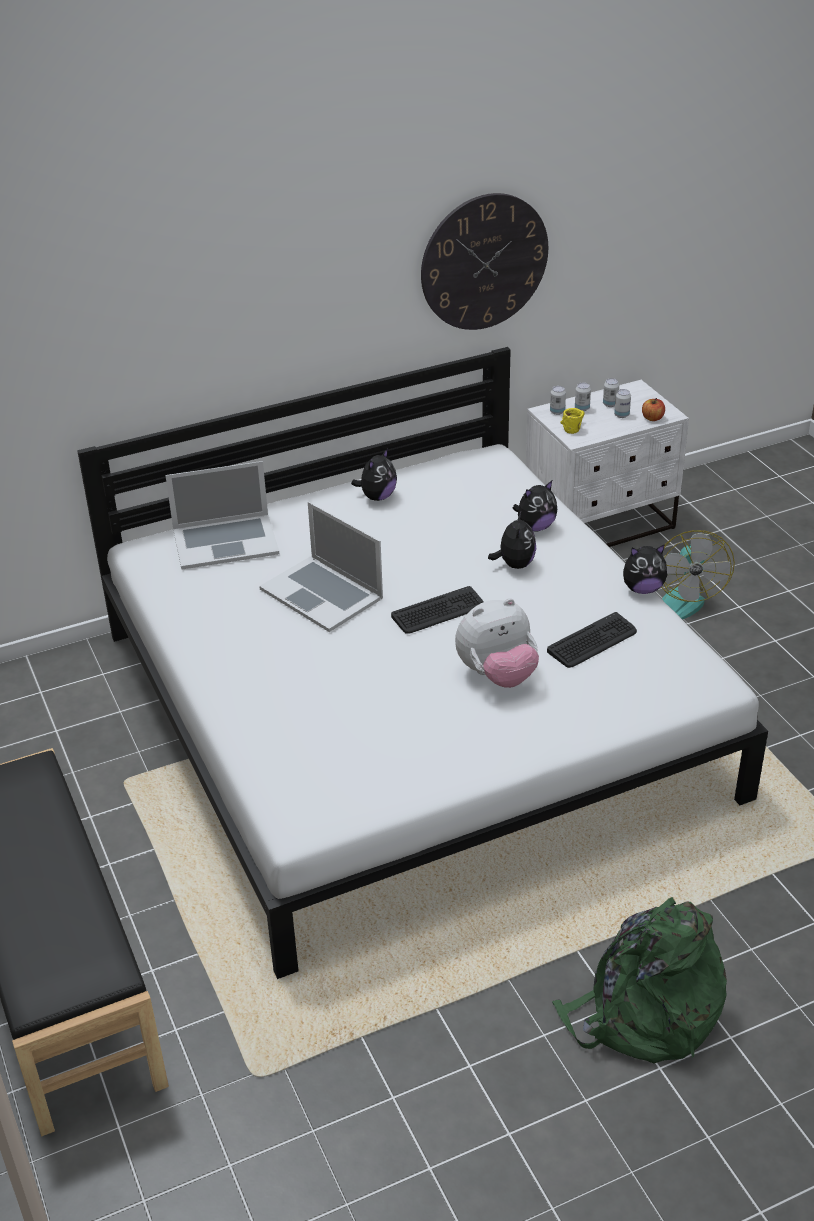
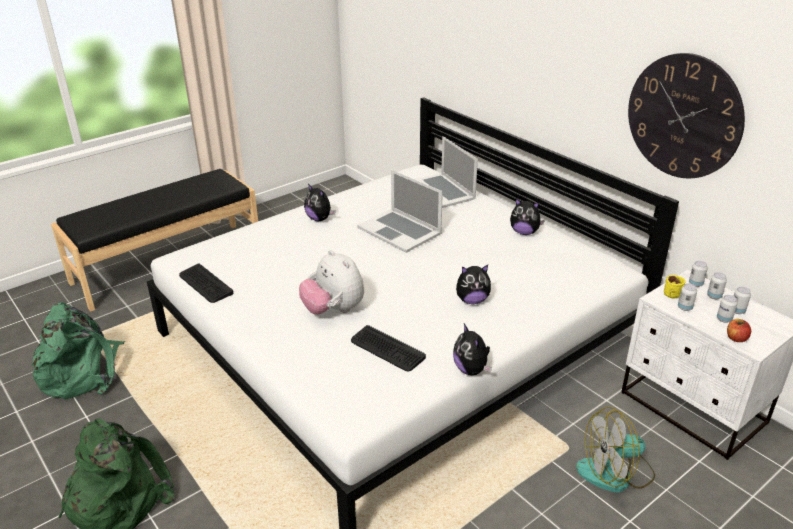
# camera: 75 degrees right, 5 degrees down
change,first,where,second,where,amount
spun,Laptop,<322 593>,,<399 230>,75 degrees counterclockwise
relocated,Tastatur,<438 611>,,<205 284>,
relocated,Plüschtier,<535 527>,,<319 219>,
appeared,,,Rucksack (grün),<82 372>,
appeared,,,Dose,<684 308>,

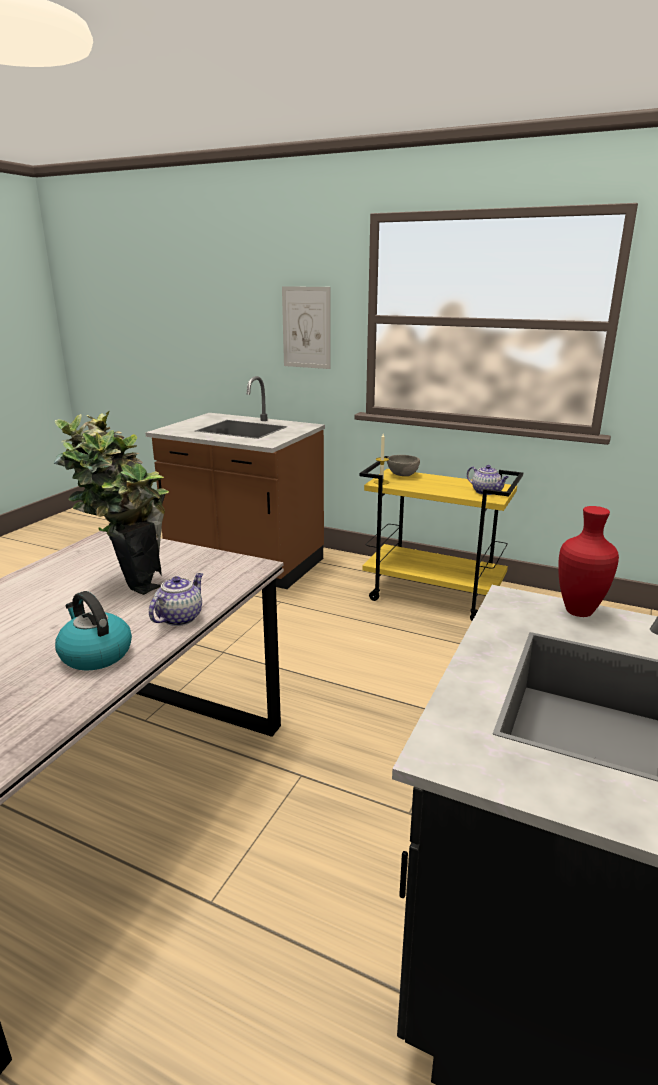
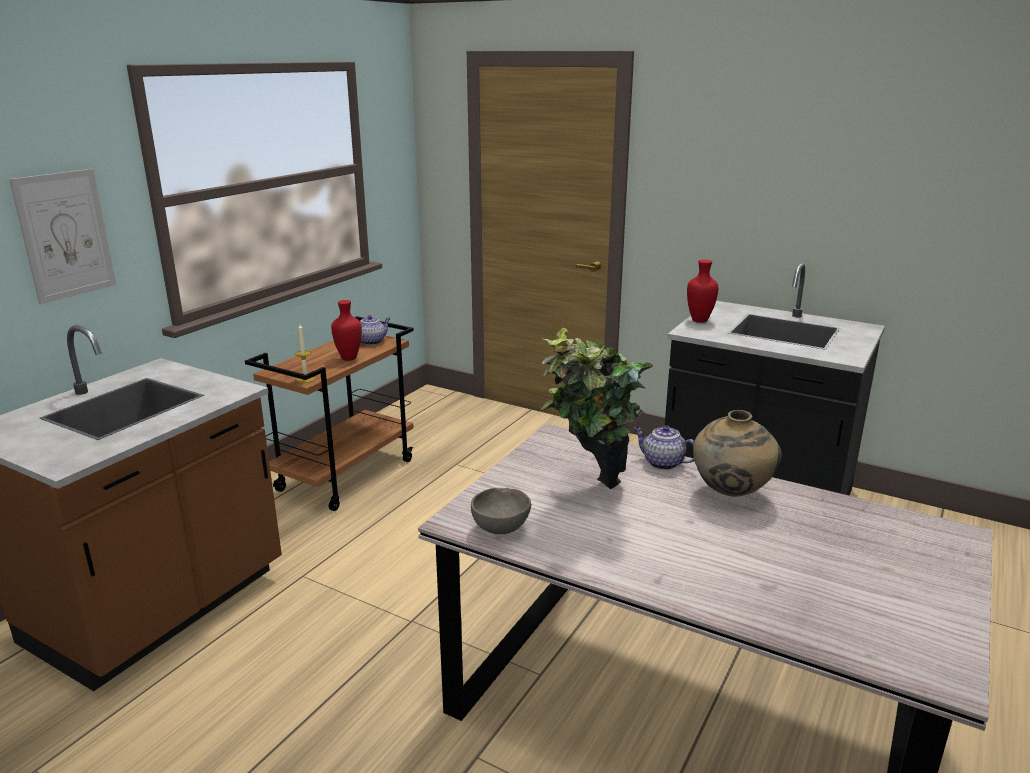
# camera: 85 degrees left, 0 degrees up
change,first,where,second,where,amount
exchanged,Wasserkessel,<95 654>,Vase (beige),<731 494>,
colour,Rollwagen (gelb),<434 596>,Rollwagen (braun),<346 474>,
relocated,Schüssel (grau),<402 475>,,<502 528>,
appeared,,,Vase (rot),<348 358>,

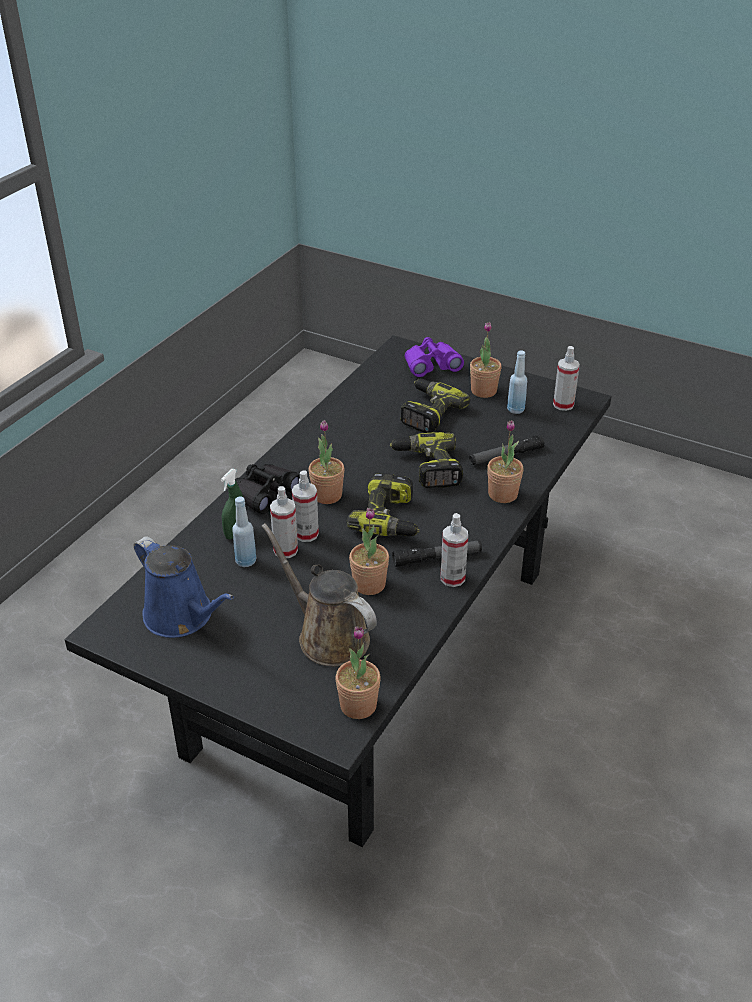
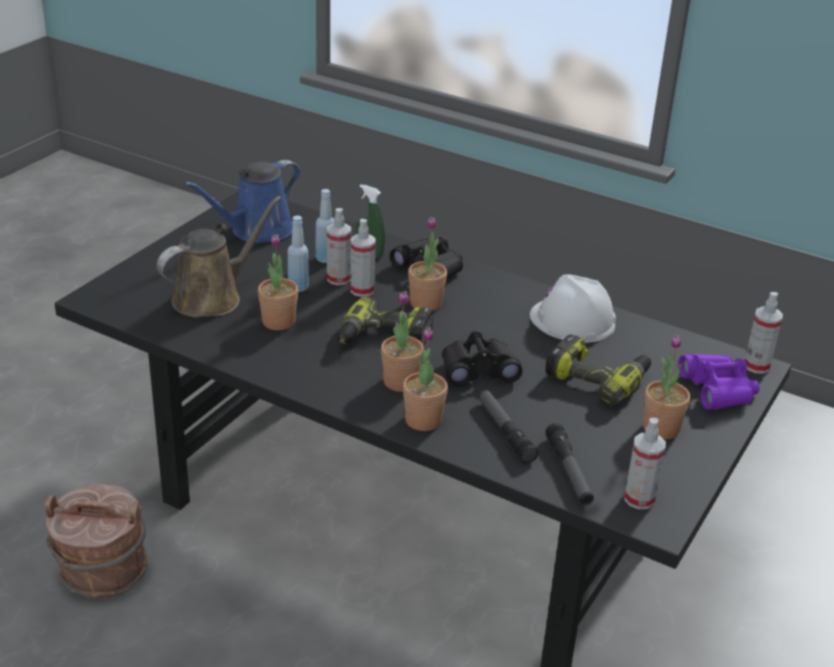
# camera: 90 degrees right, 5 degrees down
change,first,where,second,where,amount
relocated,Topfpflanze,<358 705>,,<401 382>,
exchanged,Bohrmaschine,<427 467>,Fernglas (schwarz),<478 369>,
relocated,Taschenlampe,<437 558>,,<569 471>,
relocated,Sprühflasche,<452 578>,,<756 366>,
relocated,Flasche (blau),<515 410>,,<298 287>,
appeared,,,Eimer (braun),<102 573>,
appeared,,,Schutzhelm (weiß),<572 320>,

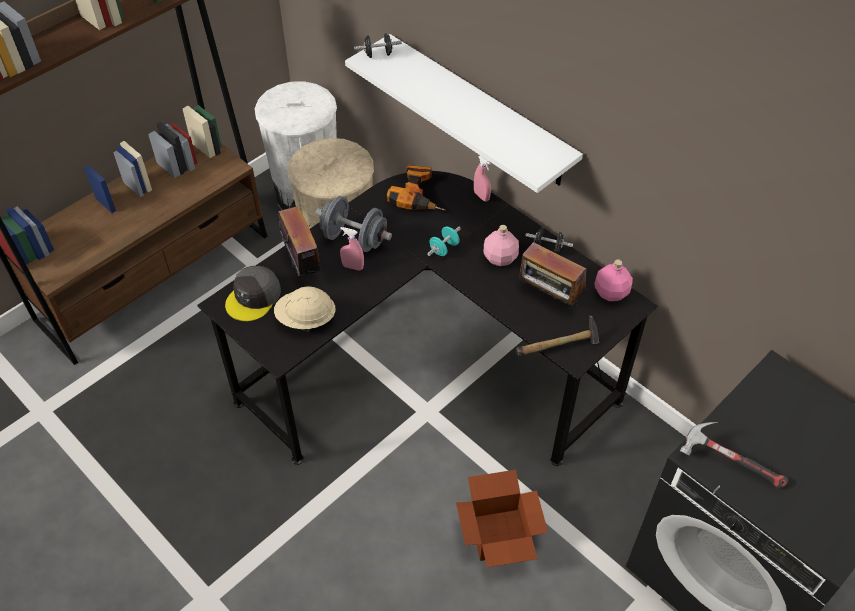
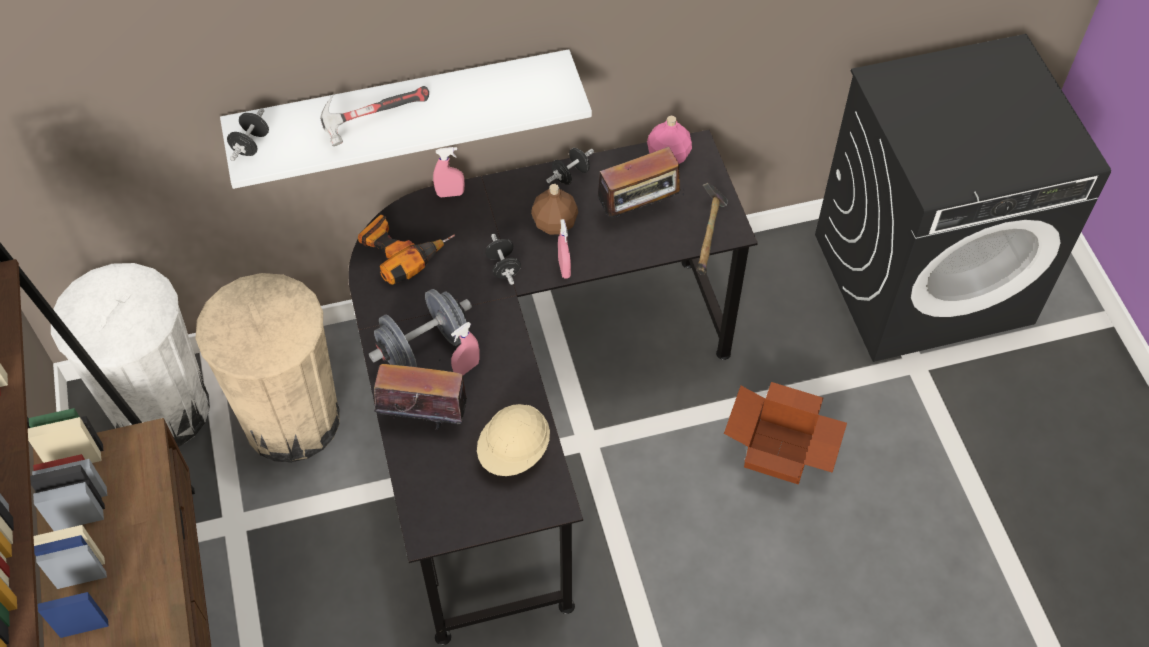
# camera: 60 degrees left, 5 degrees up
change,first,where,second,where,amount
missing,Kappe (grau),<254 297>,,,
colour,Hantel (türkis),<444 248>,Hantel (schwarz),<503 267>,
colour,Flasche (rosa),<500 257>,Flasche (braun),<554 223>,
relocated,Hammer,<729 462>,,<373 119>,
appeared,,,Sprühflasche (rosa),<564 268>,

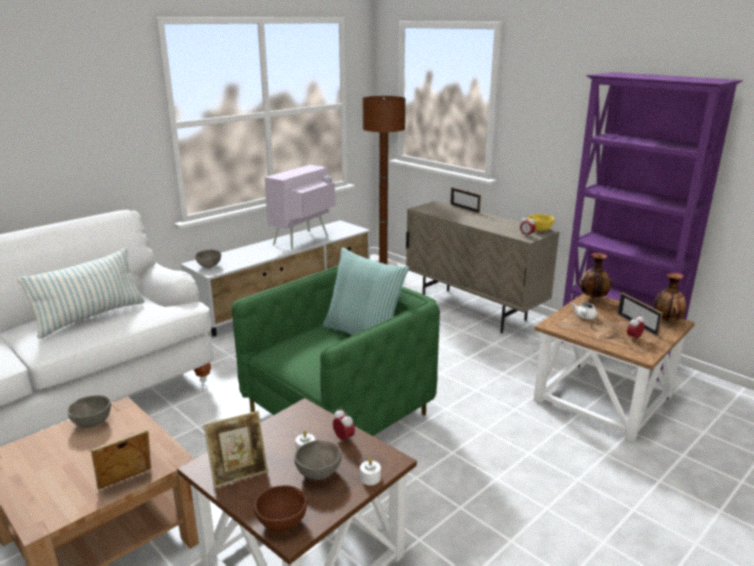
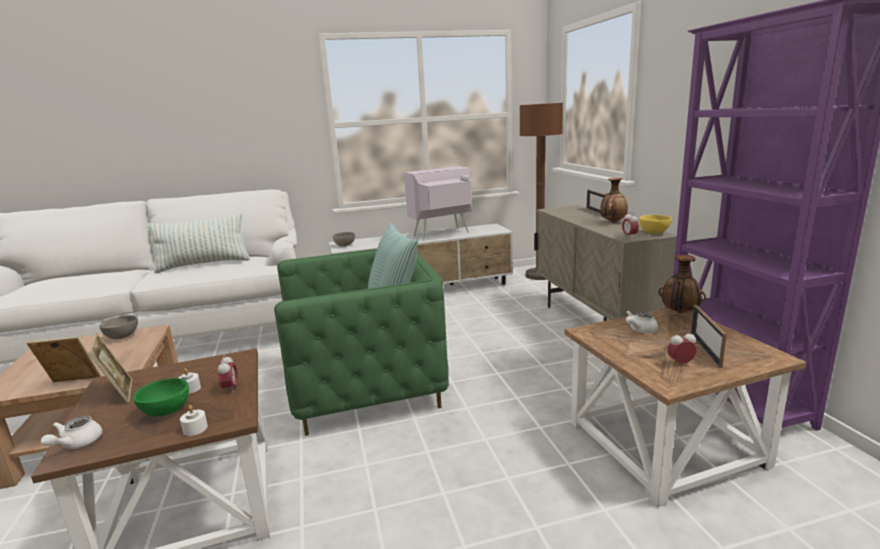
# camera: 30 degrees right, 5 degrees down
change,first,where,second,where,amount
spun,Bilderrahmen,<239 473>,,<119 393>,120 degrees counterclockwise
exchanged,Schüssel (braun),<282 523>,Teekanne (weiß),<76 444>,
colour,Schüssel (grau),<319 473>,Schüssel (grün),<167 412>,
relocated,Vase,<666 320>,,<612 222>,

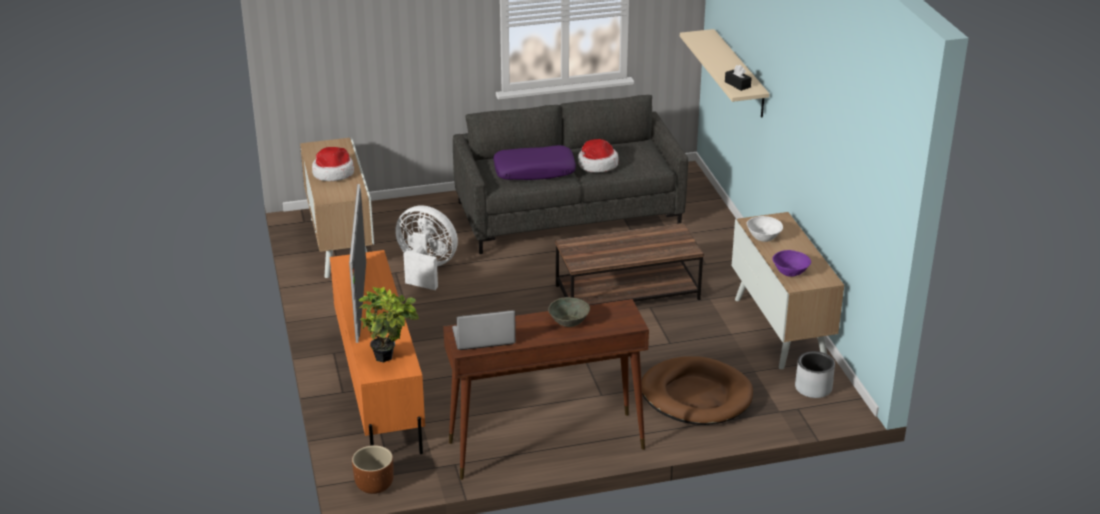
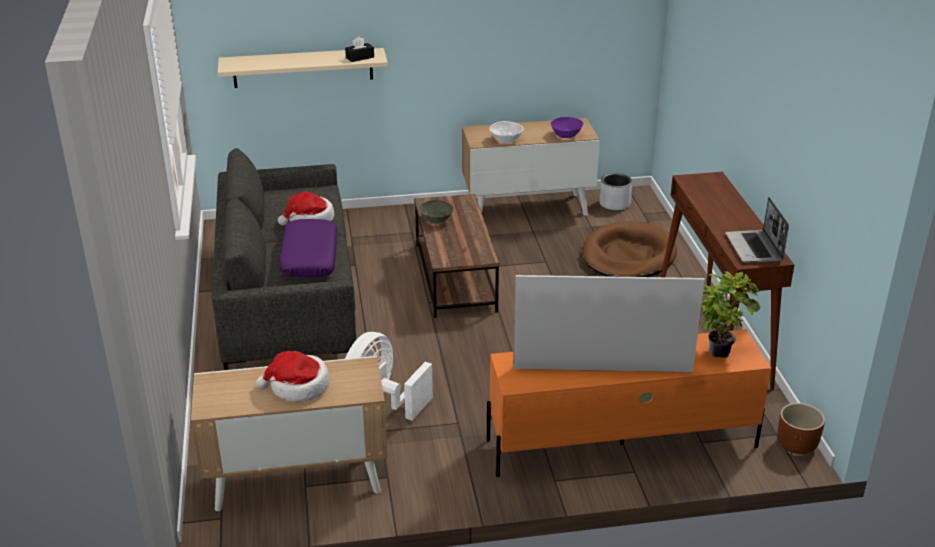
# camera: 85 degrees left, 0 degrees up
change,first,where,second,where,amount
relocated,Schüssel (grau),<569 322>,,<436 219>,

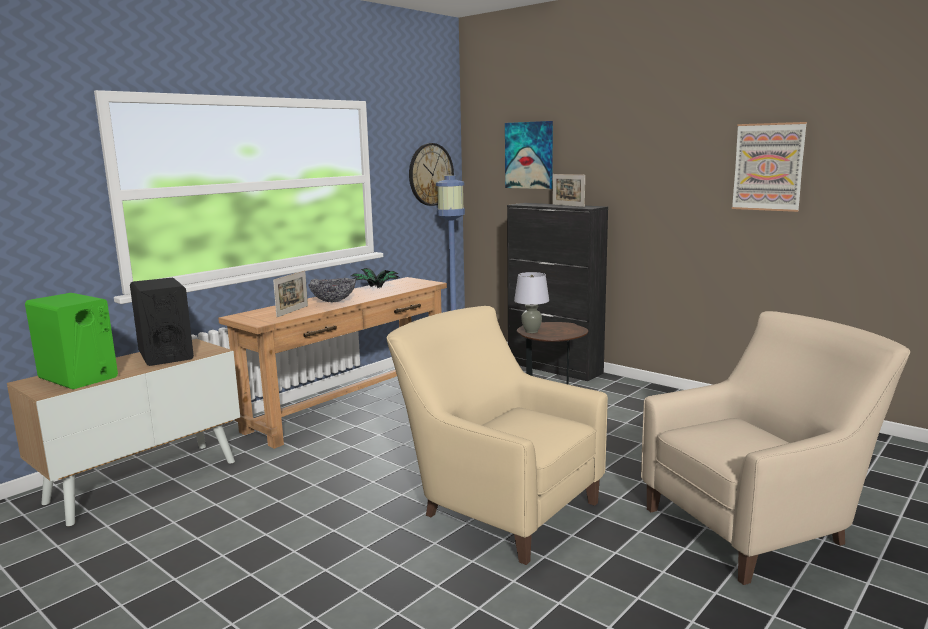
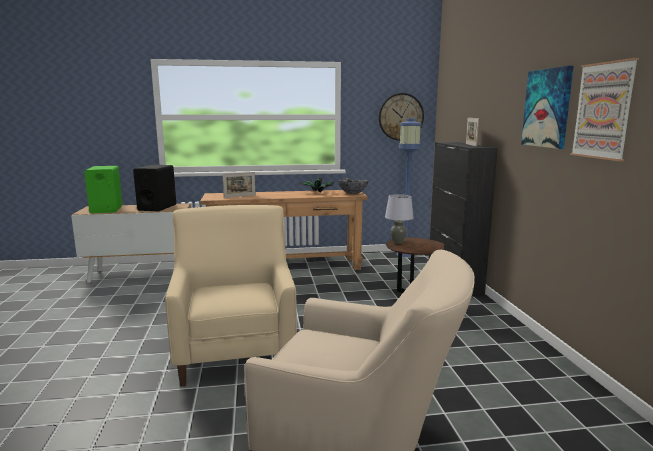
# camera: 40 degrees right, 0 degrees up
change,first,where,second,where,amount
relocated,Schüssel,<333 301>,,<353 193>,
relocated,Bild,<529 155>,,<547 108>,

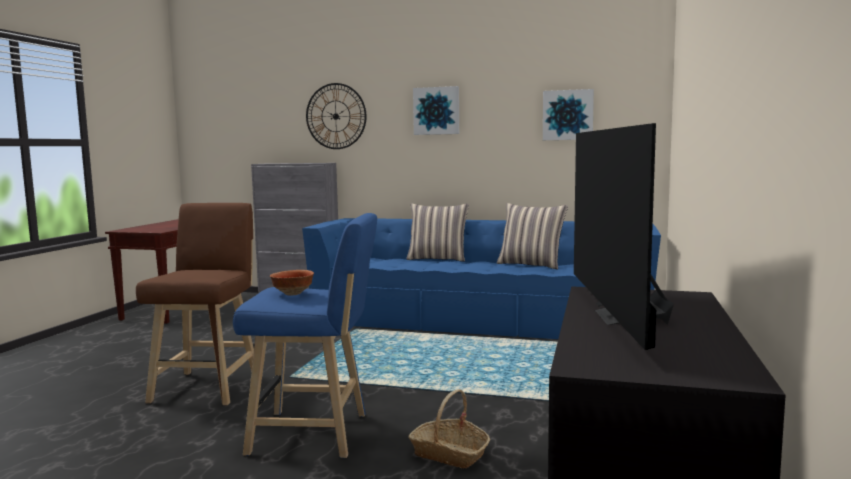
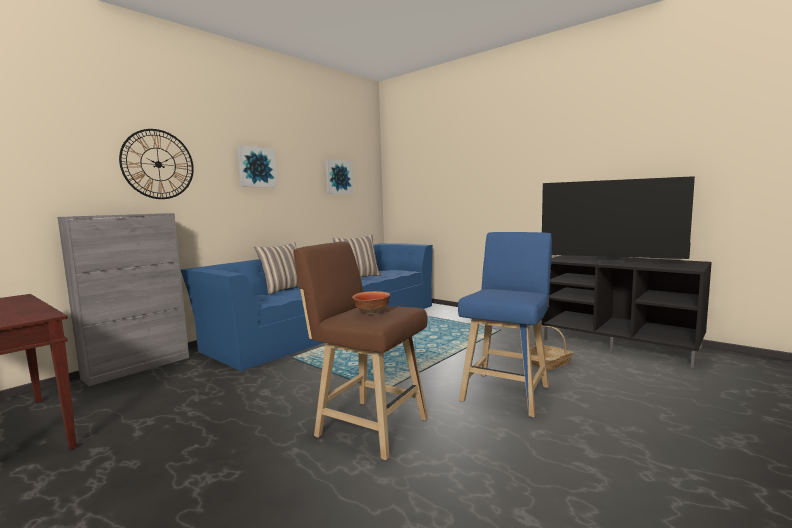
# camera: 65 degrees left, 0 degrees up
change,first,where,second,where,amount
relocated,Schüssel,<292 294>,,<372 312>,

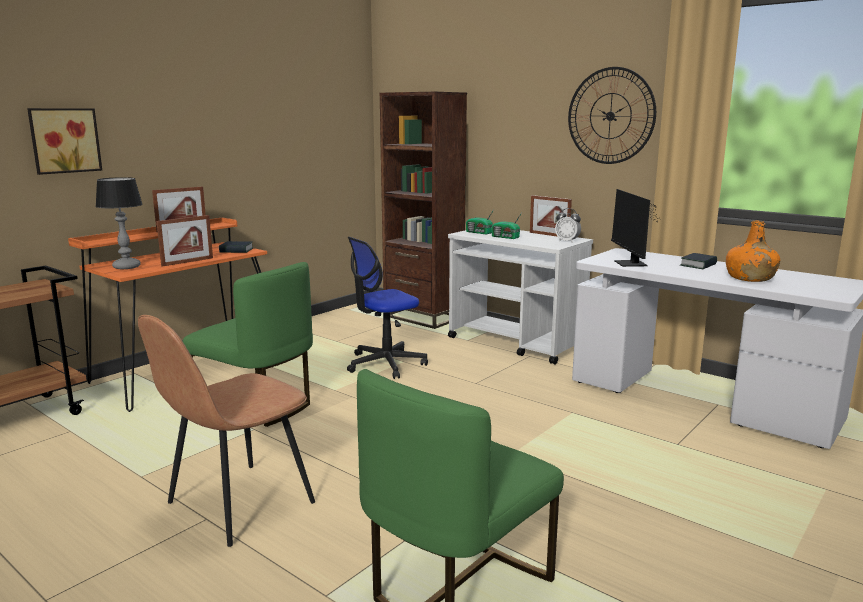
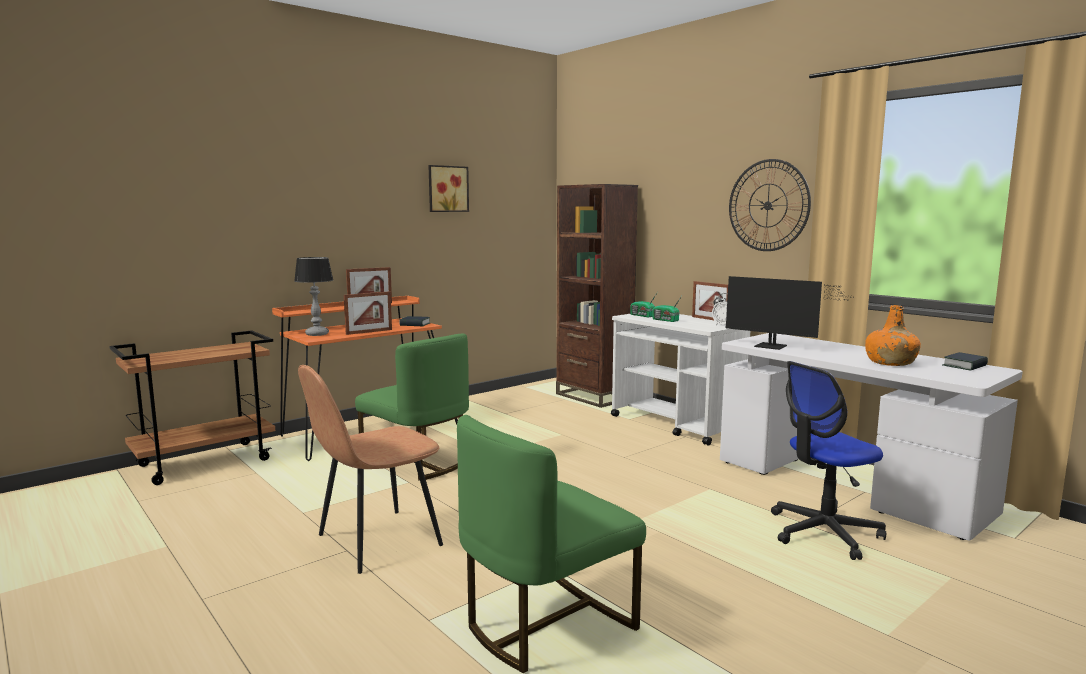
# camera: 10 degrees right, 5 degrees down
change,first,where,second,where,amount
relocated,Bild,<64 140>,,<447 189>,
relocated,Bürostuhl,<385 364>,,<823 532>,
spun,Monitor,<631 264>,,<774 347>,60 degrees counterclockwise
relocated,Buch,<698 265>,,<965 366>,

